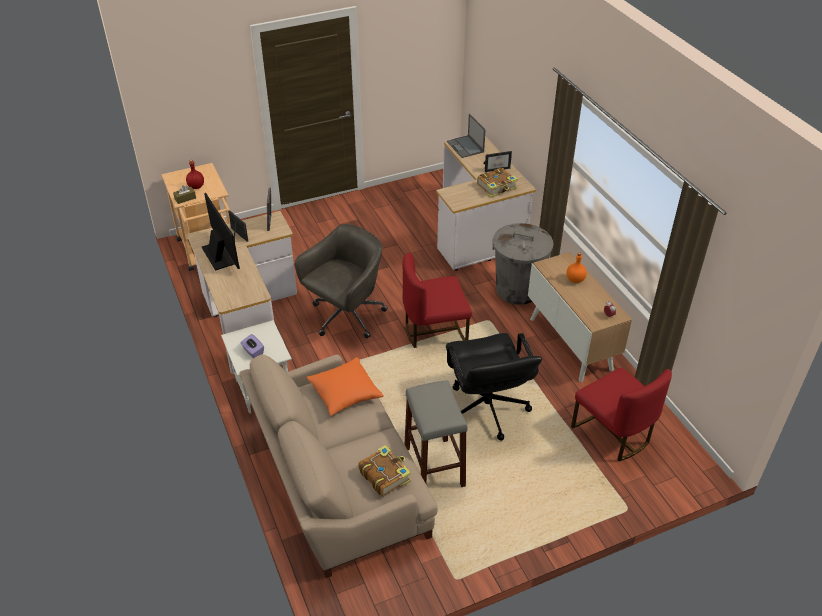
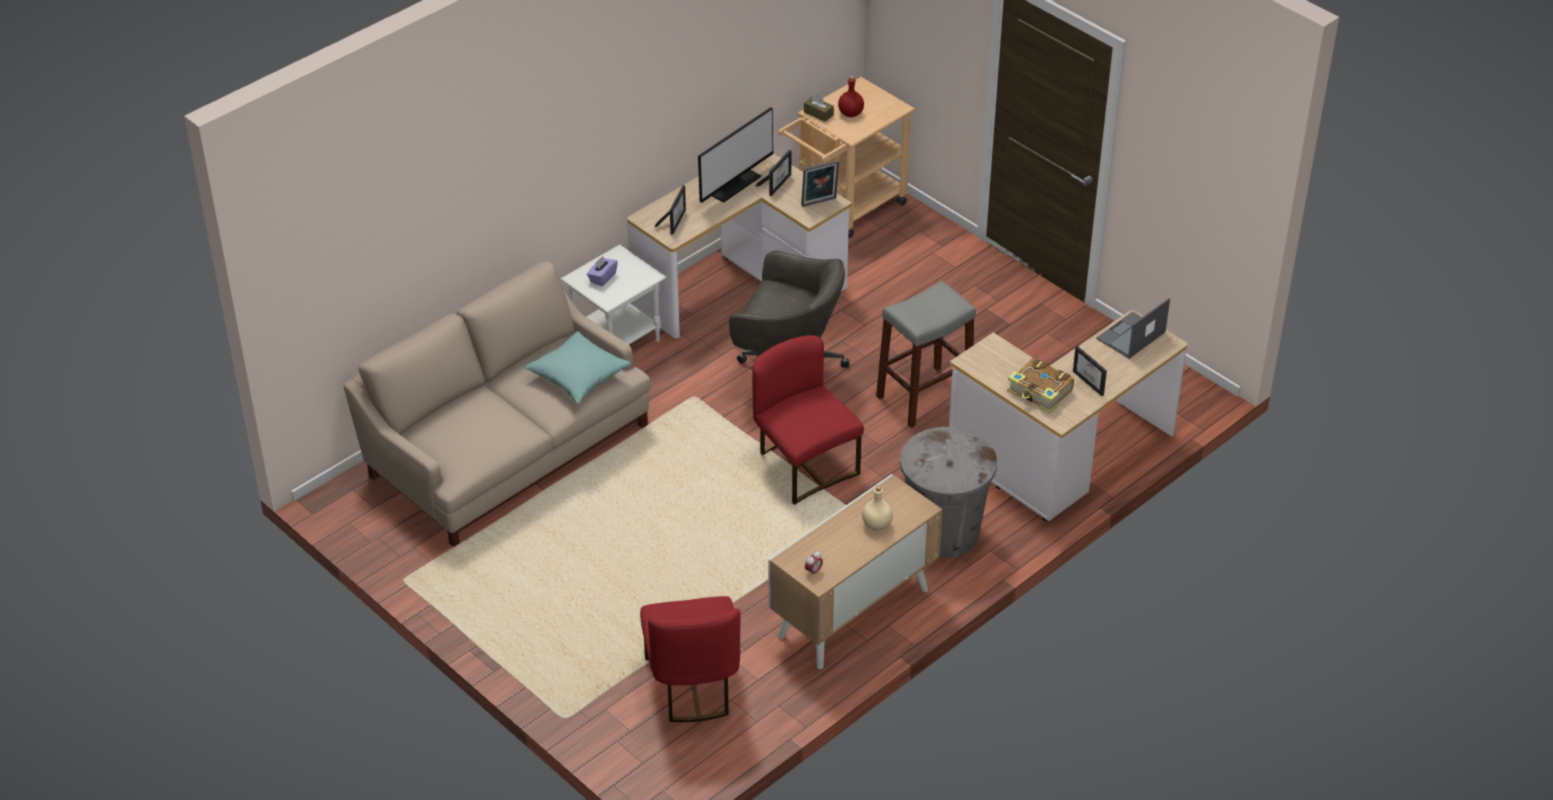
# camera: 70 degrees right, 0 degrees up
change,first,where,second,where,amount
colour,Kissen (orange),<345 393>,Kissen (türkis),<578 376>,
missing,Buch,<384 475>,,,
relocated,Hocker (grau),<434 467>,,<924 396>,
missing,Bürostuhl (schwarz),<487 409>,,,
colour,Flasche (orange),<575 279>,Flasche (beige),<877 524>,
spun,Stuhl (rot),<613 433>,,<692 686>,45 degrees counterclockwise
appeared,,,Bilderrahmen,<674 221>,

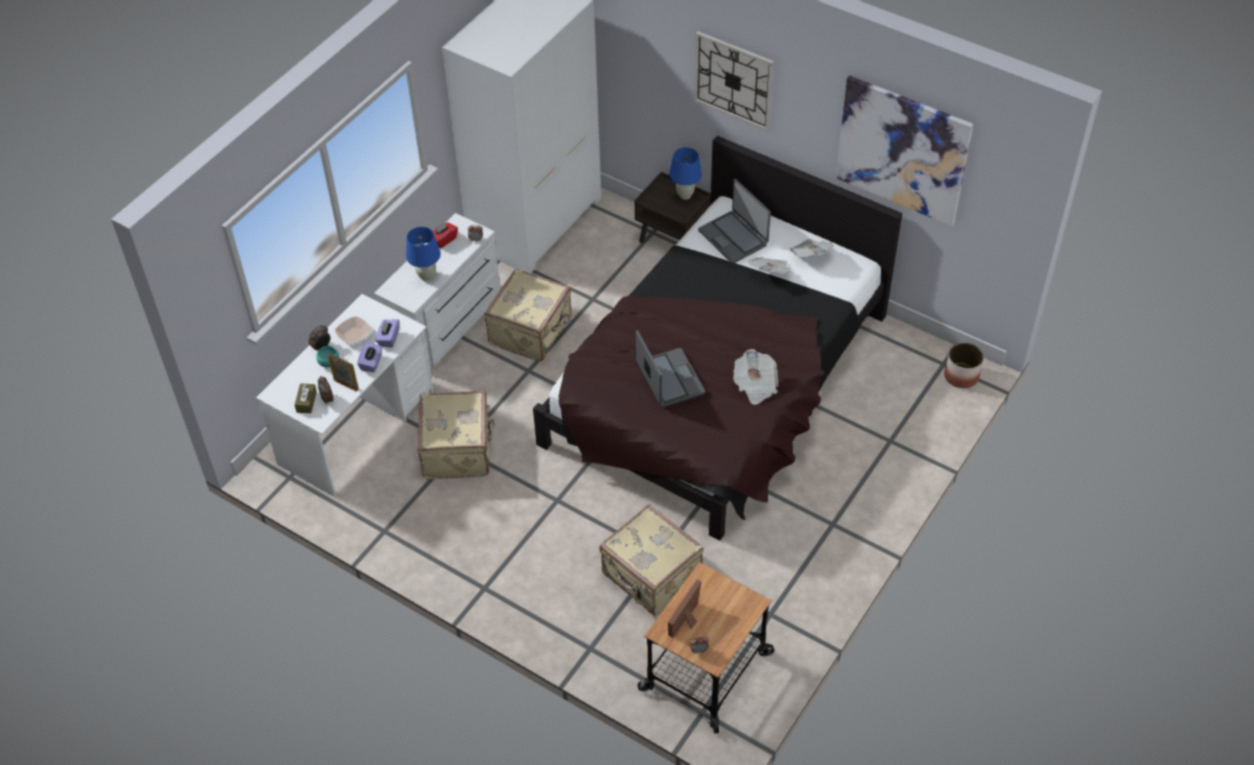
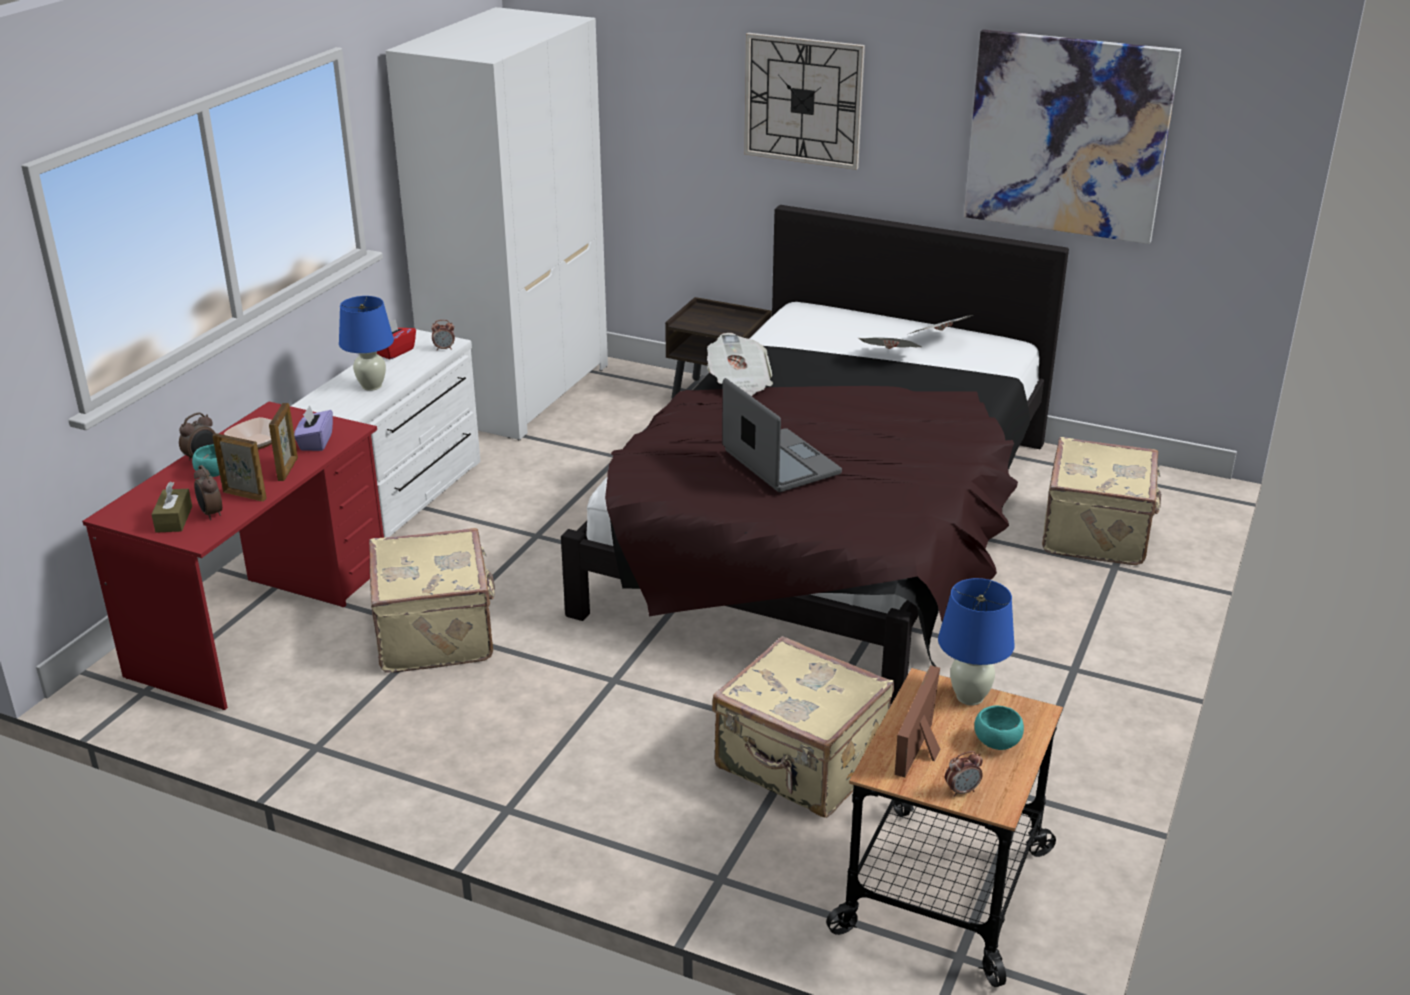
# camera: 10 degrees left, 20 degrees down
change,first,where,second,where,amount
colour,Schreibtisch (weiß),<357 428>,Schreibtisch (rot),<263 621>,
exchanged,Taschentuchbox (lila),<371 363>,Bilderrahmen,<288 469>,
relocated,Koffer (beige),<532 331>,,<1098 533>,
relocated,Tischlampe (blau),<685 195>,,<970 697>,
missing,Laptop,<733 237>,,,
relocated,Zeitung,<755 385>,,<739 383>,
missing,Pflanzkübel,<961 376>,,,
appeared,,,Schüssel (türkis),<997 743>,

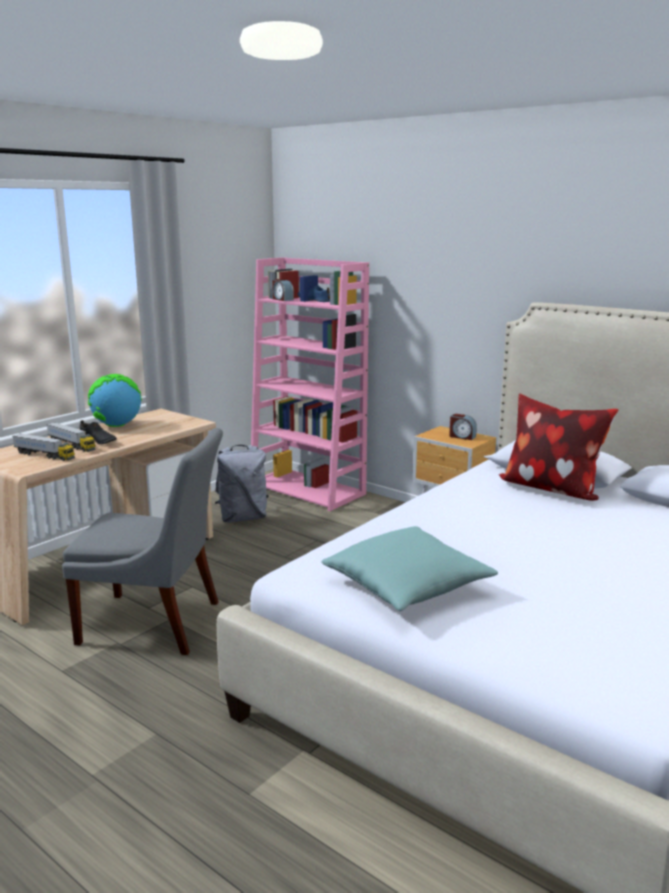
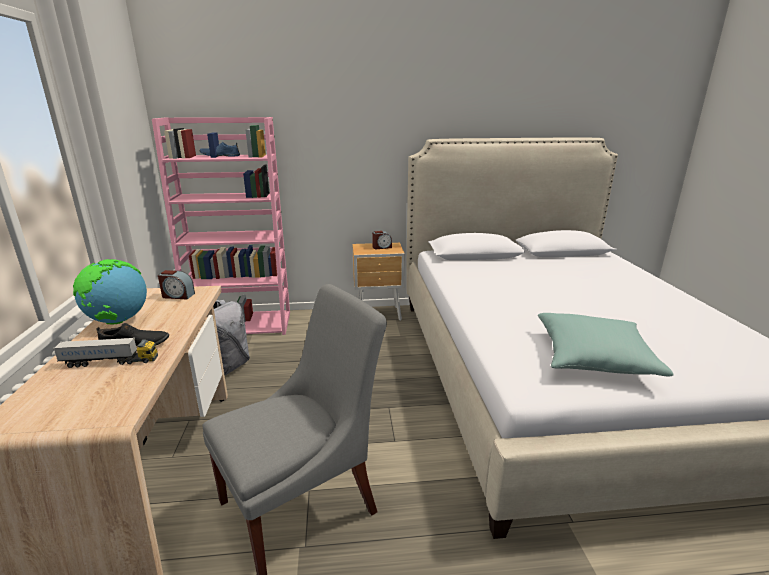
# camera: 45 degrees left, 5 degrees up
change,first,where,second,where,amount
missing,Spielzeuglaster,<44 455>,,,
relocated,Wecker,<282 299>,,<178 295>,
missing,Kissen,<551 489>,,,

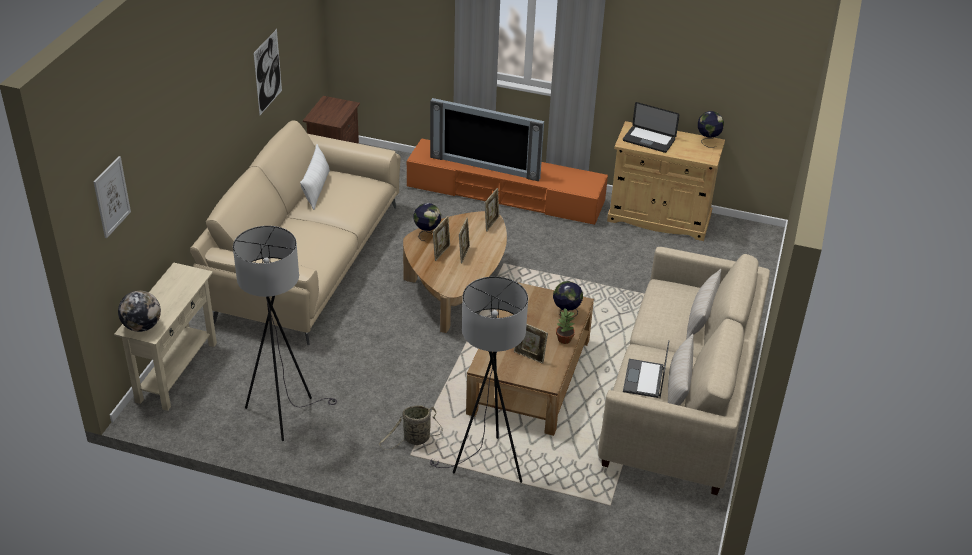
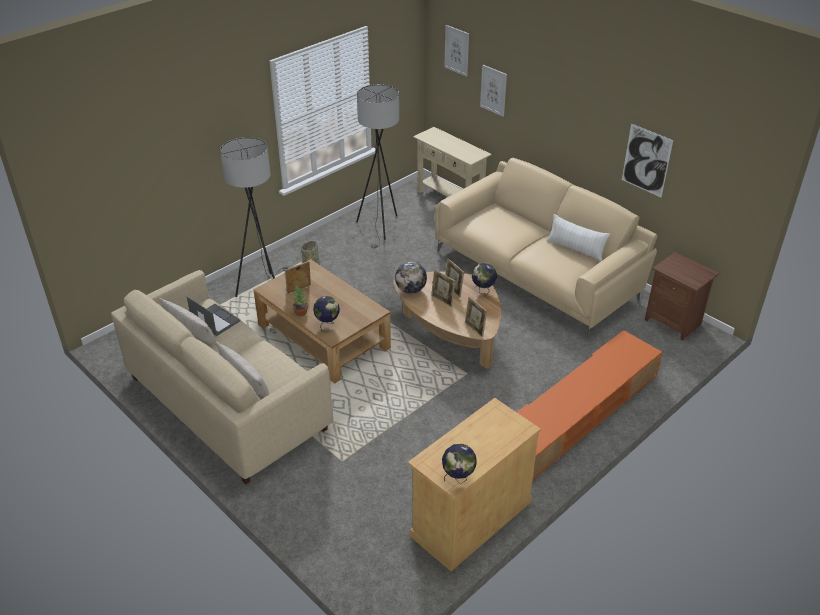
# camera: 120 degrees right, 0 degrees up
change,first,where,second,where,amount
relocated,Globus,<142 326>,,<411 290>,
missing,Fernseher,<486 165>,,,
missing,Laptop,<649 140>,,,
appeared,,,Bild,<493 90>,

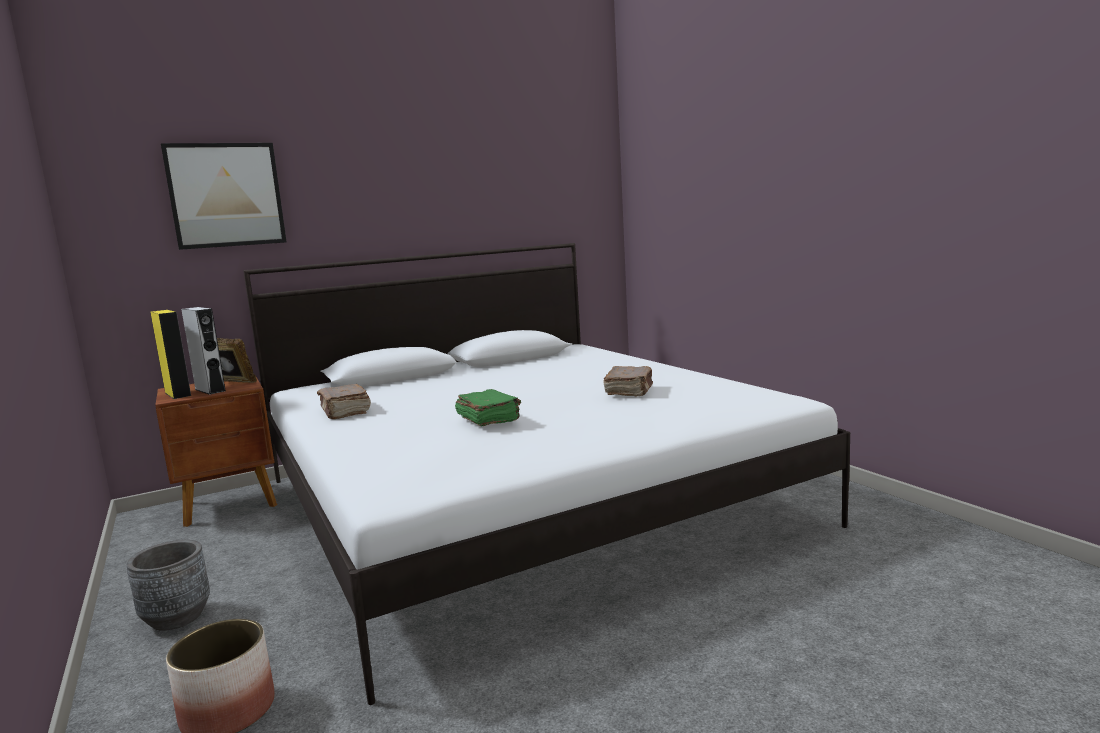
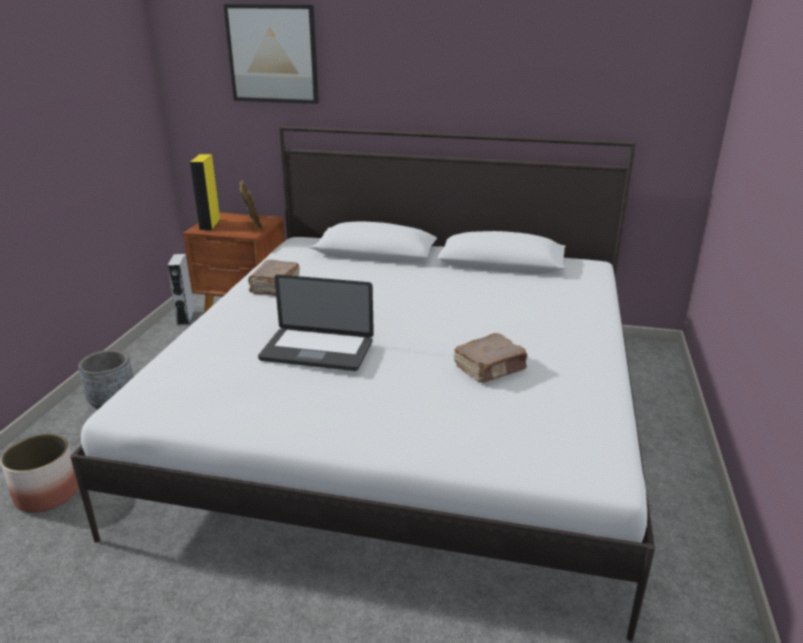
# camera: 40 degrees right, 15 degrees up
change,first,where,second,where,amount
relocated,Lautsprecher (grau),<210 390>,,<186 317>,
exchanged,Buch (grün),<488 419>,Laptop,<317 351>,

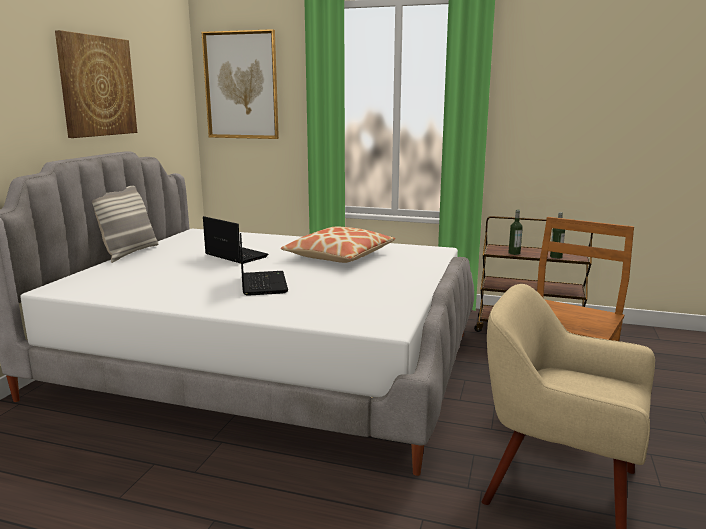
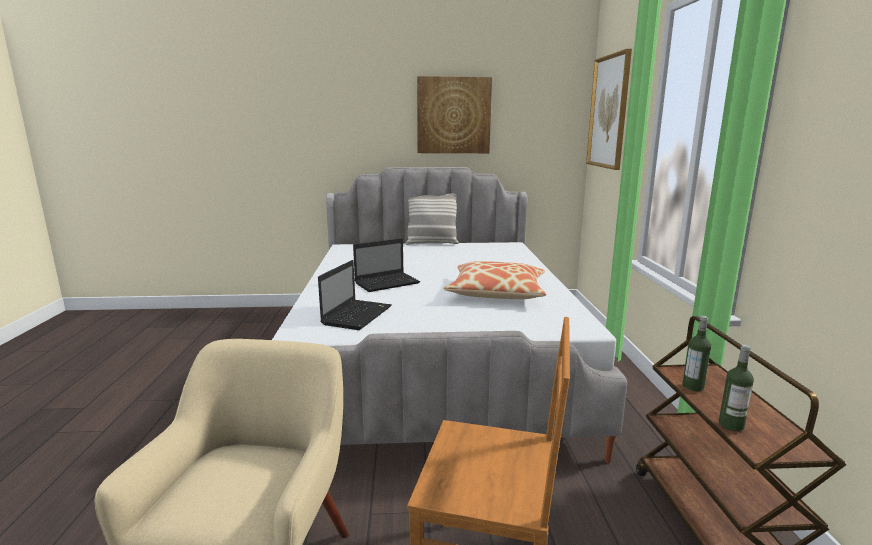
# camera: 70 degrees right, 0 degrees up
change,first,where,second,where,amount
relocated,Laptop,<235 255>,,<357 315>,

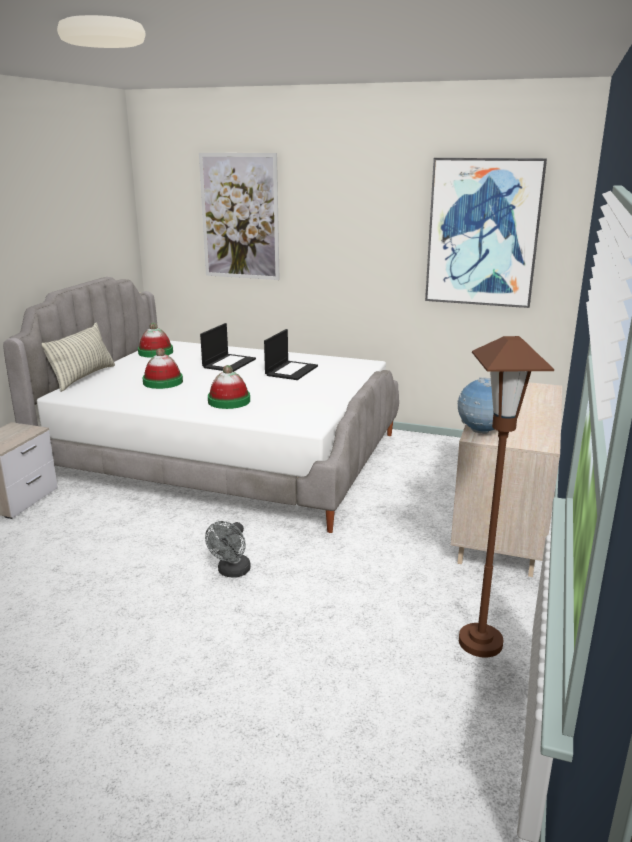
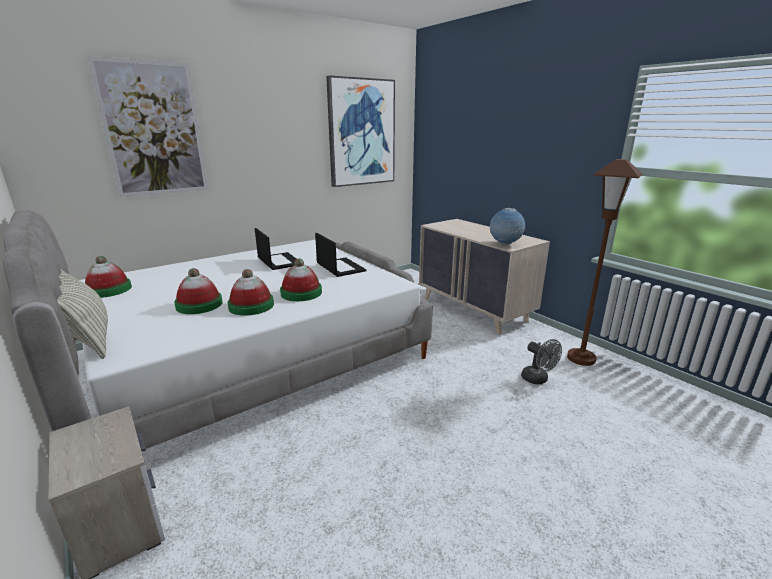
# camera: 55 degrees left, 0 degrees up
change,first,where,second,where,amount
relocated,Laptop,<229 363>,,<340 267>,
relocated,Ventilator (grau),<232 572>,,<538 379>,
appeared,,,Hut,<251 306>,

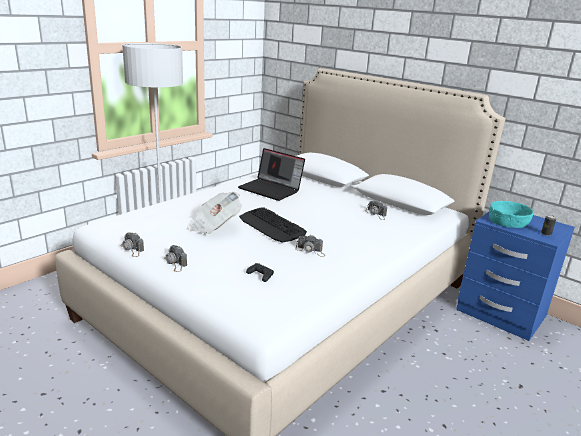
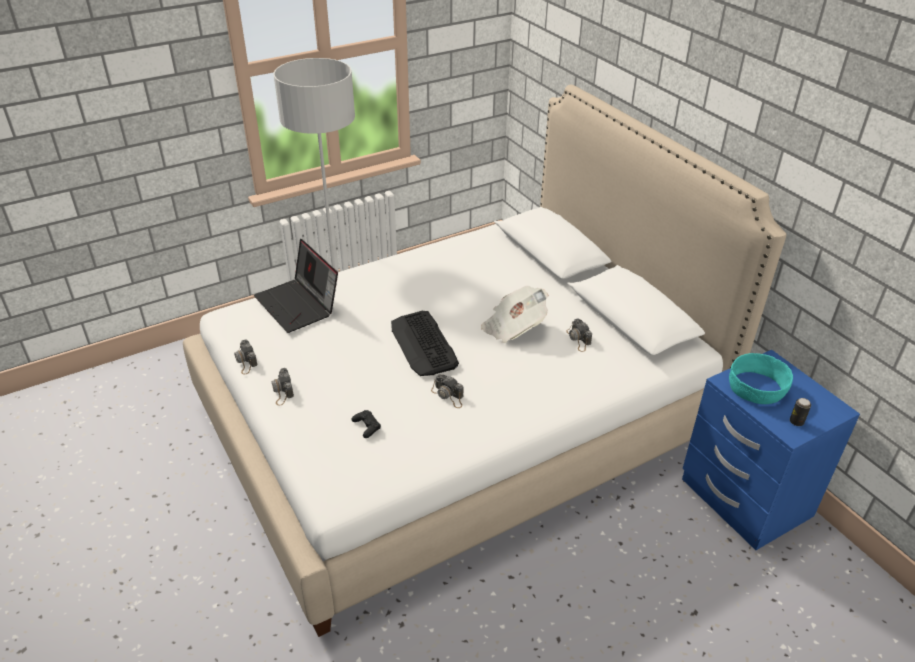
# camera: 20 degrees right, 15 degrees up
change,first,where,second,where,amount
relocated,Zeitung,<214 225>,,<513 327>,
relocated,Laptop,<271 189>,,<299 305>,

